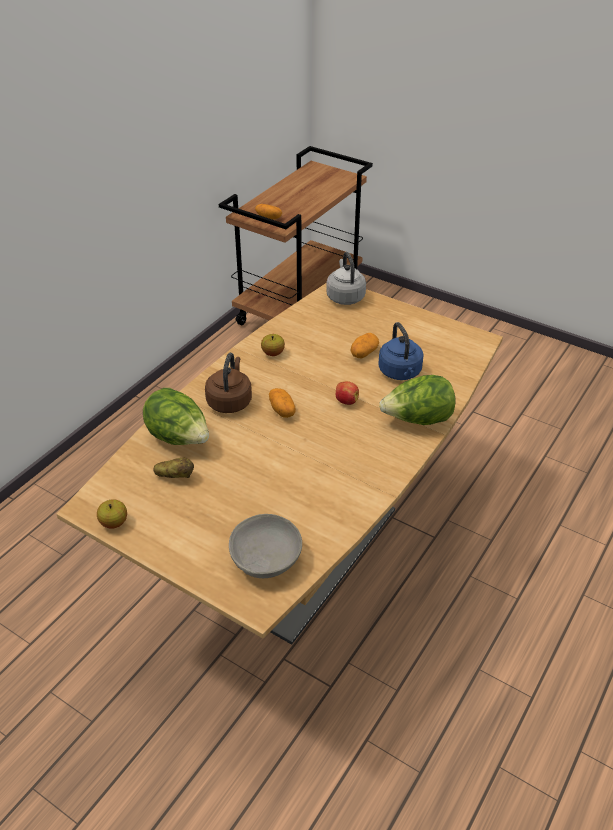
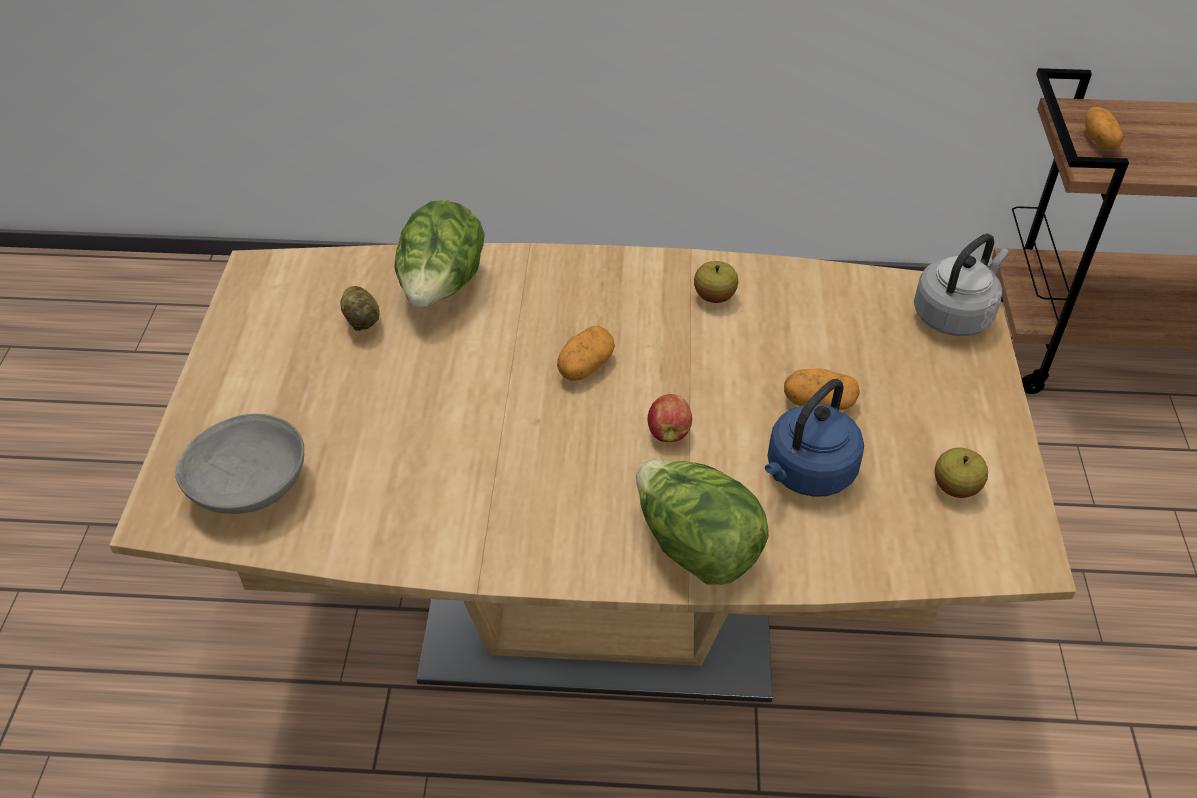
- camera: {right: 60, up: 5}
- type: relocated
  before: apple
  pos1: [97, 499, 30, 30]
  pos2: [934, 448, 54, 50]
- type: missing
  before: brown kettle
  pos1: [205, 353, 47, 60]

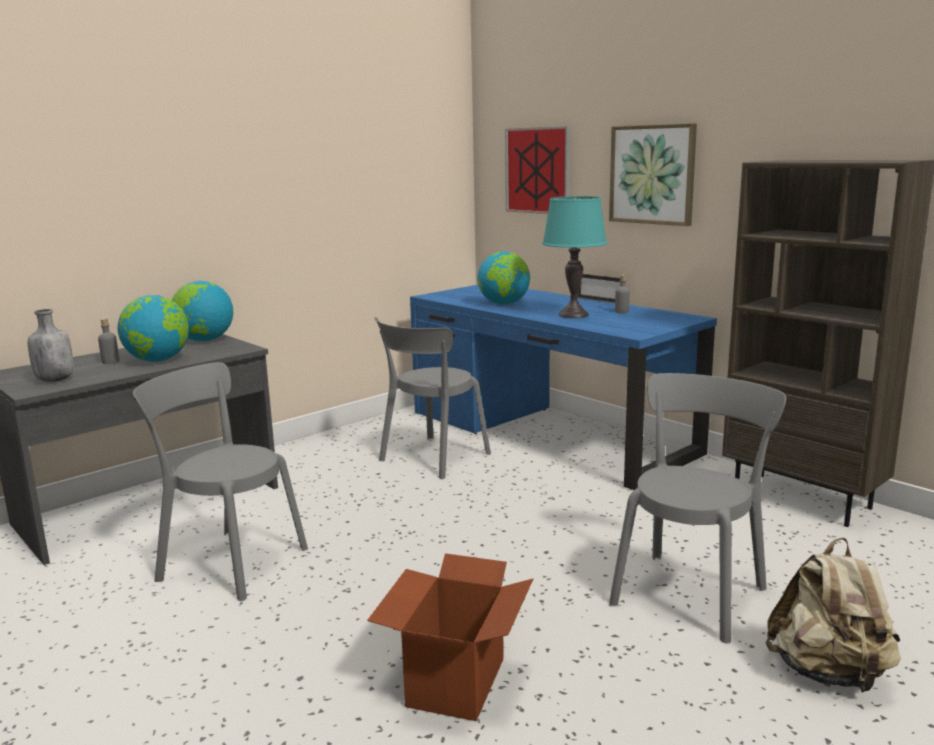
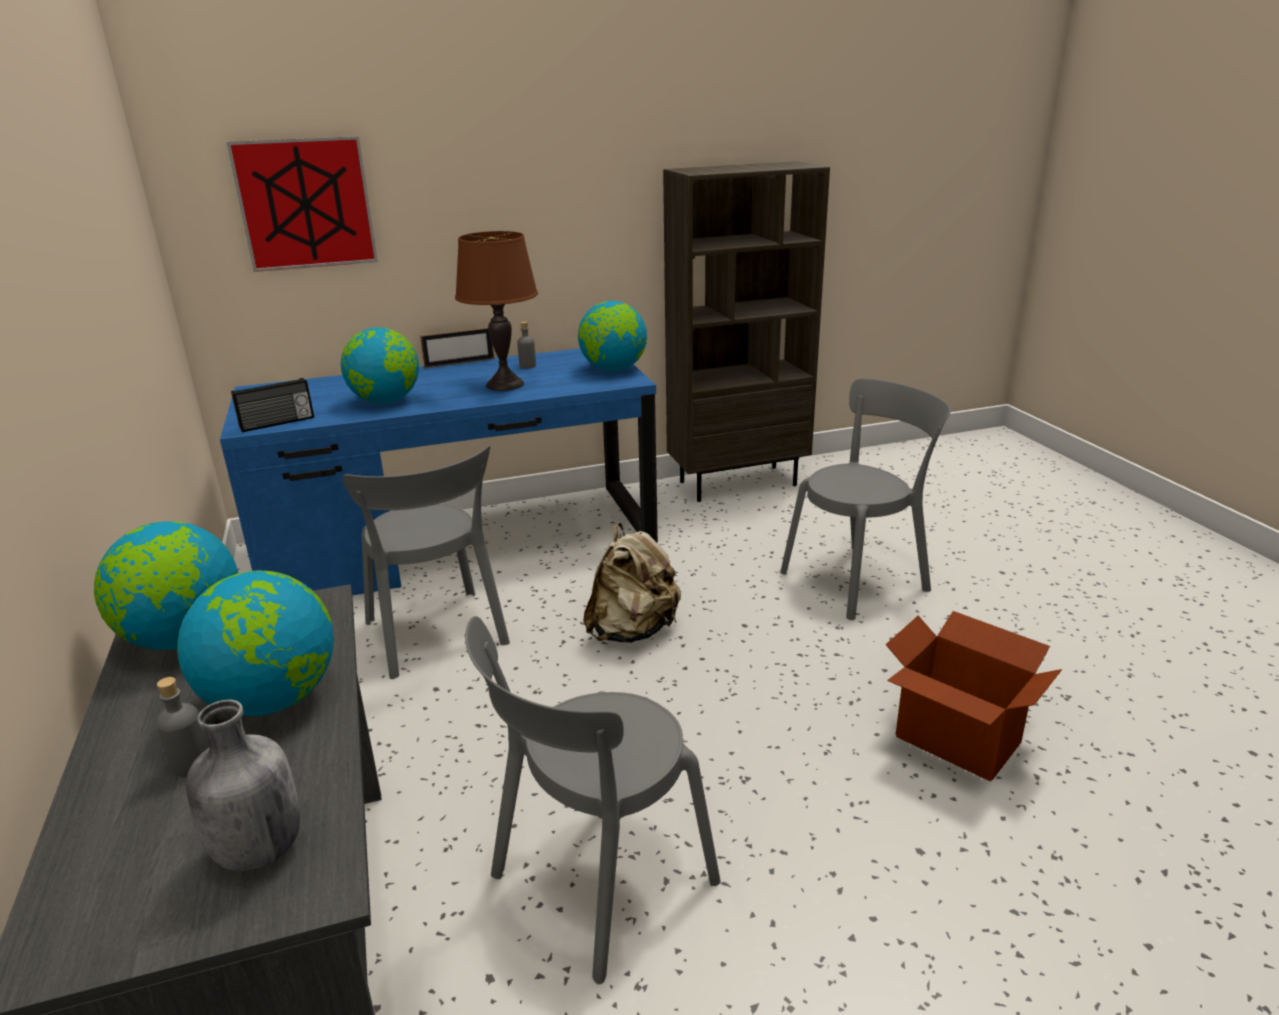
- camera: {right: -65, up: 10}
- type: colour
  before: turquoise table lamp
  after: brown table lamp
  pos1: [542, 196, 65, 122]
  pos2: [455, 231, 83, 160]
- type: missing
  before: picture
  pos1: [609, 123, 88, 103]
- type: spun
  before: grey chair
  pos1: [609, 373, 177, 270]
  pos2: [780, 378, 171, 242]
  turn: 90
- type: relocated
  before: beige backpack
  pos1: [765, 537, 136, 156]
  pos2: [583, 523, 98, 120]
- type: appeared
  after: radio
  pos2: [231, 378, 83, 54]
- type: appeared
  after: globe
  pos2: [578, 301, 69, 70]

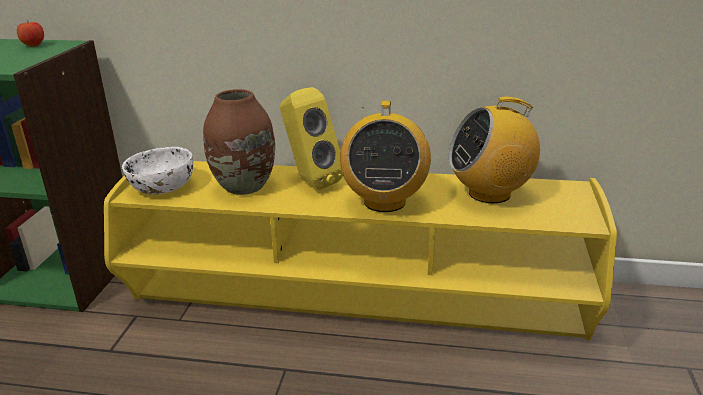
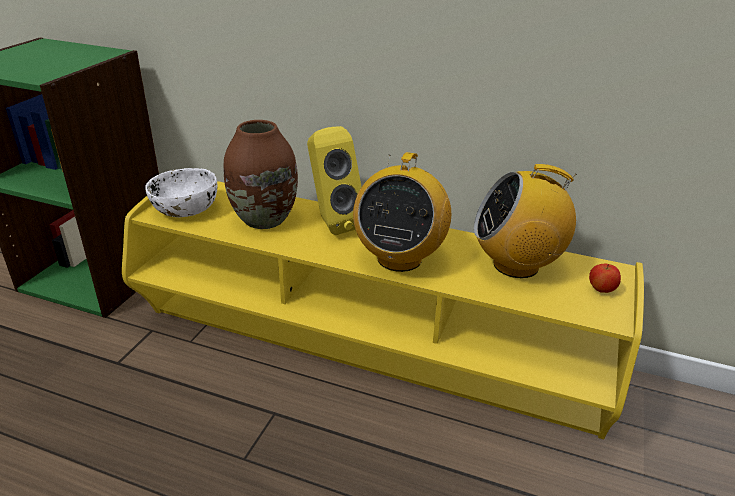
- camera: {right: 10, up: 5}
- type: relocated
  before: apple
  pos1: [17, 20, 27, 27]
  pos2: [589, 264, 32, 29]

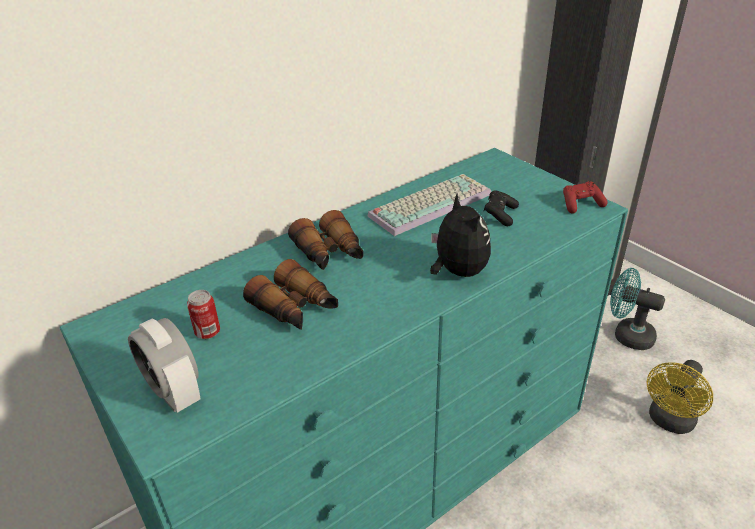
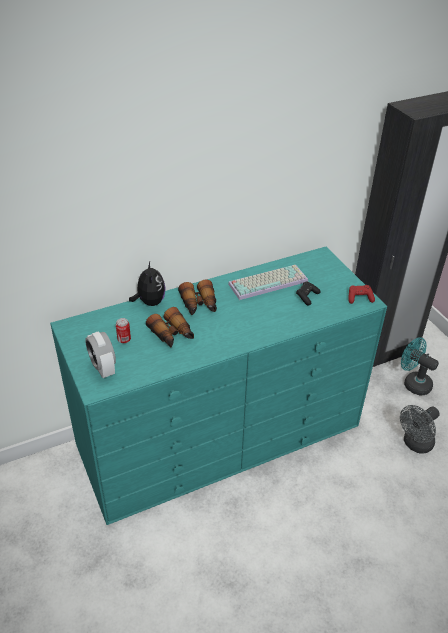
- camera: {right: 10, up: 5}
- type: relocated
  before: plush toy
  pos1: [430, 194, 61, 83]
  pos2: [129, 262, 37, 44]
- type: colour
  before: yellow fan
  after: grey fan
  pos1: [647, 360, 66, 74]
  pos2: [400, 405, 40, 48]

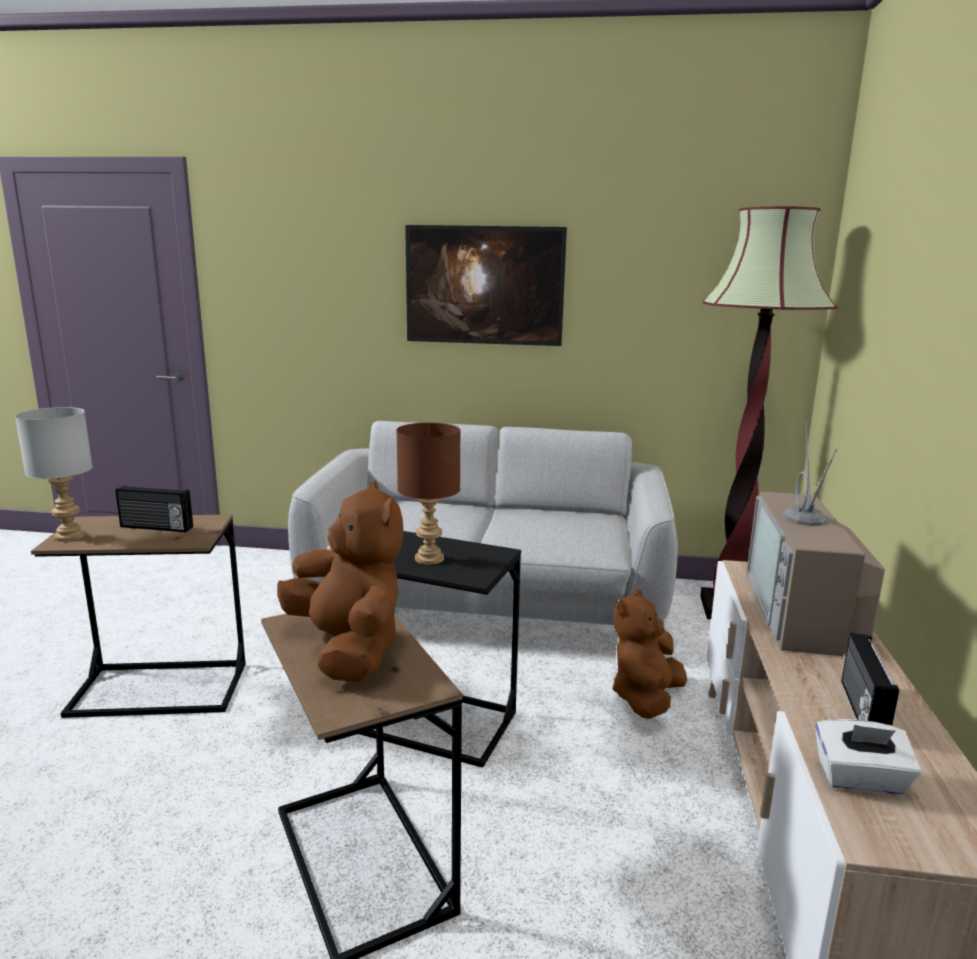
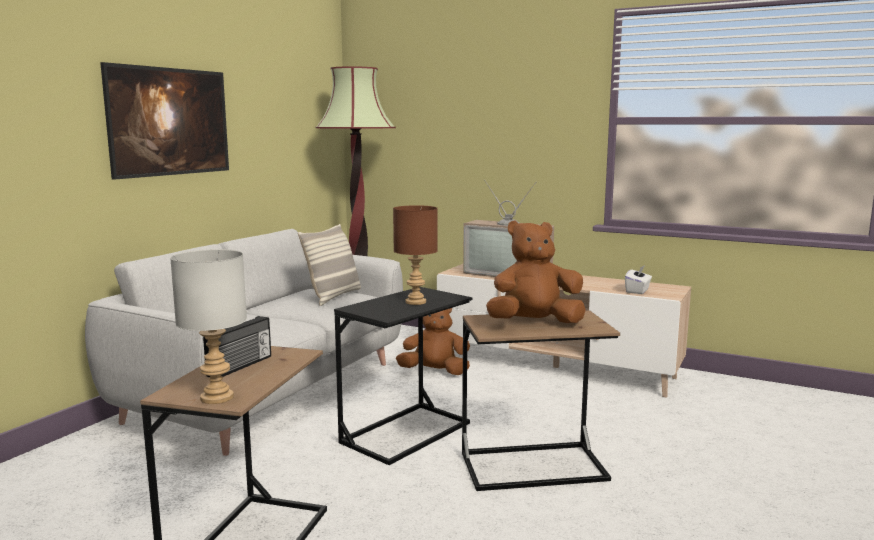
- camera: {right: -70, up: -5}
- type: spun
  before: brown plush toy
  pos1: [612, 589, 75, 130]
  pos2: [396, 308, 74, 67]
  turn: 135
- type: missing
  before: radio
  pos1: [841, 633, 58, 93]
- type: appeared
  after: pillow
  pos2: [298, 224, 63, 82]

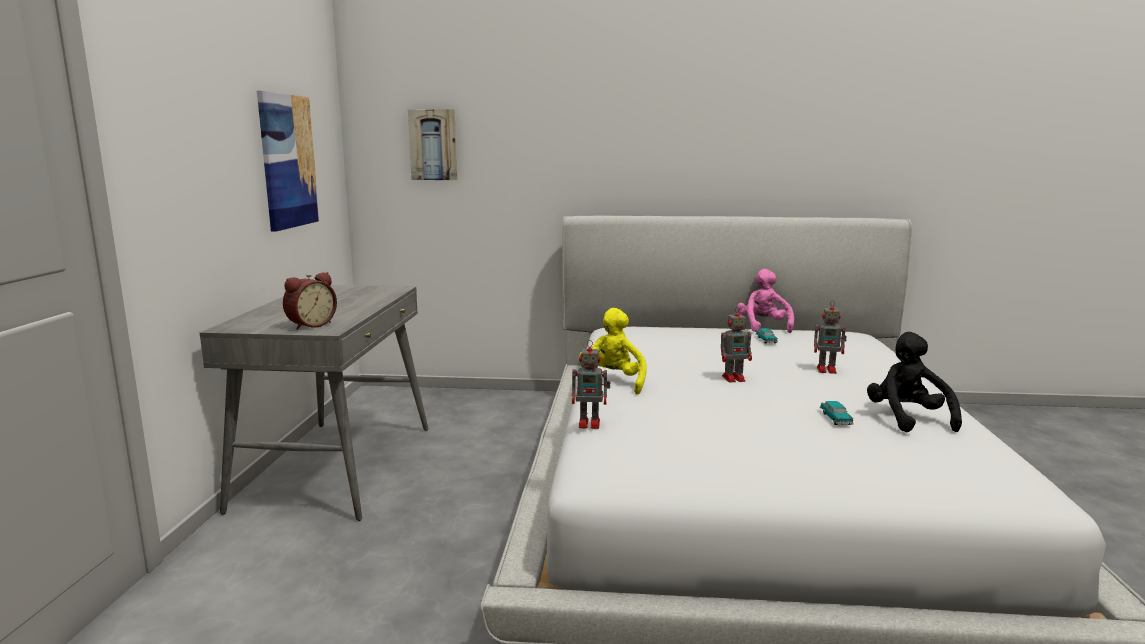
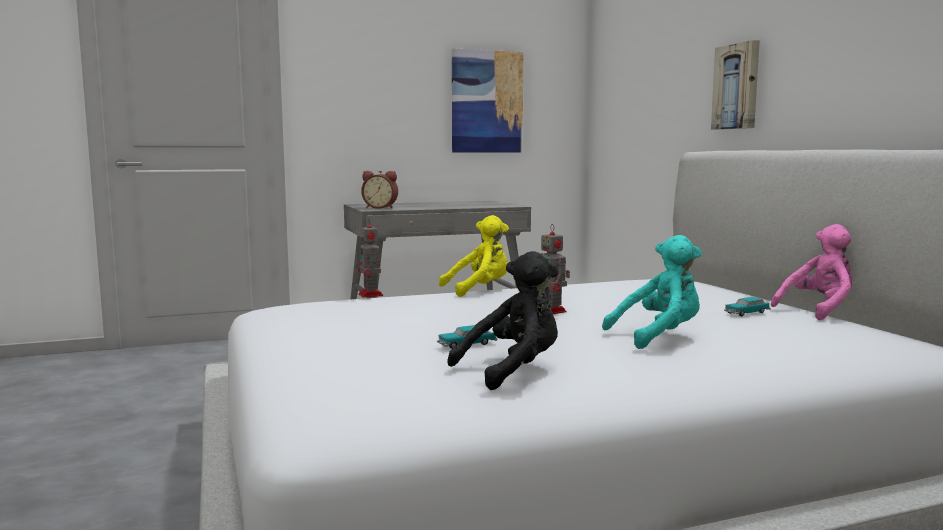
- camera: {right: 65, up: -5}
- type: relocated
  before: picture
  pos1: [408, 109, 49, 71]
  pos2: [711, 40, 49, 90]
- type: exchanged
  before: toy robot
  after: turquoise plush toy
  pos1: [814, 300, 33, 74]
  pos2: [602, 235, 100, 114]

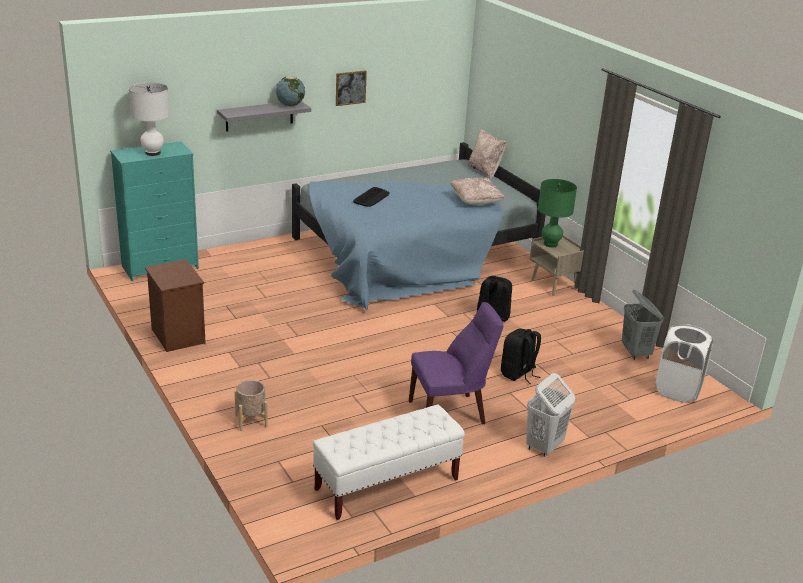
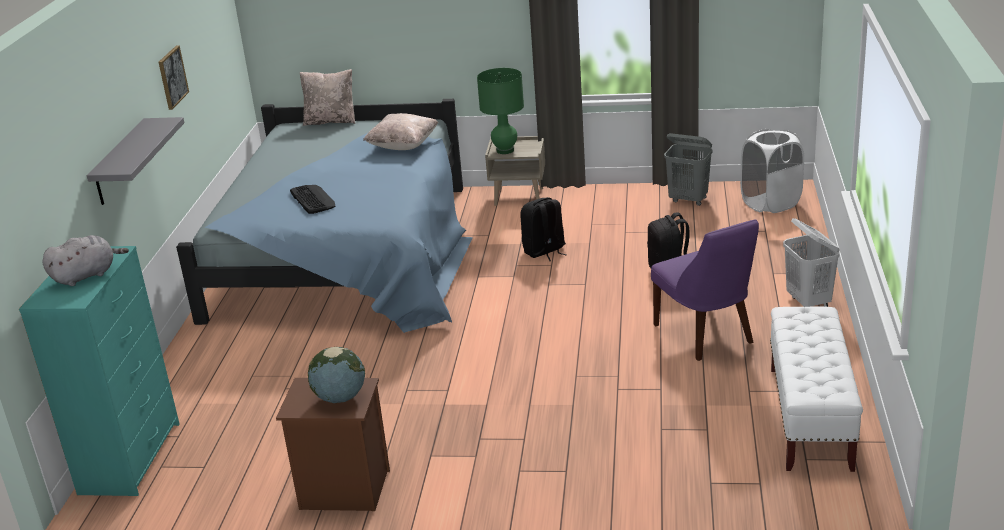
- camera: {right: -50, up: 0}
- type: exchanged
  before: white table lamp
  after: grey plush toy
  pos1: [129, 82, 41, 74]
  pos2: [42, 235, 87, 51]
- type: missing
  before: beige planter
  pos1: [235, 380, 33, 51]
- type: relocated
  before: globe
  pos1: [276, 76, 29, 30]
  pos2: [308, 347, 57, 56]
- type: spun
  before: purple chair
  pos1: [409, 302, 94, 122]
  pos2: [651, 220, 108, 141]
  turn: 135

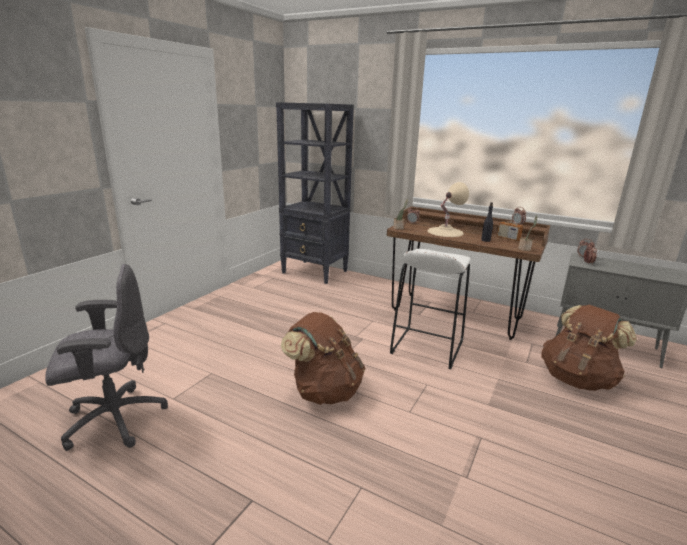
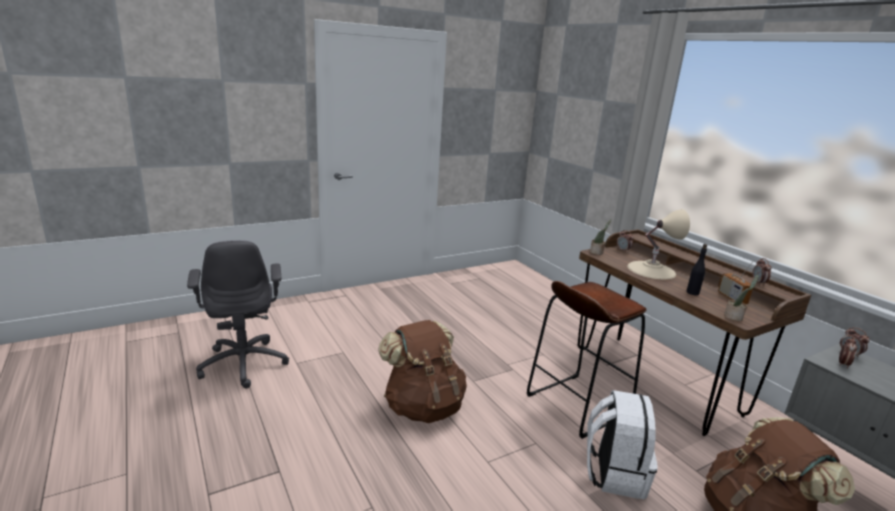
- camera: {right: 30, up: 0}
- type: spun
  before: grey office chair
  pos1: [45, 264, 123, 187]
  pos2: [187, 240, 102, 148]
  turn: 60
- type: missing
  before: black bookcase
  pos1: [276, 102, 78, 182]
- type: colour
  before: white stool
  after: brown stool
  pos1: [390, 249, 81, 120]
  pos2: [526, 281, 121, 158]
- type: appeared
  after: white backpack
  pos2: [587, 390, 70, 109]

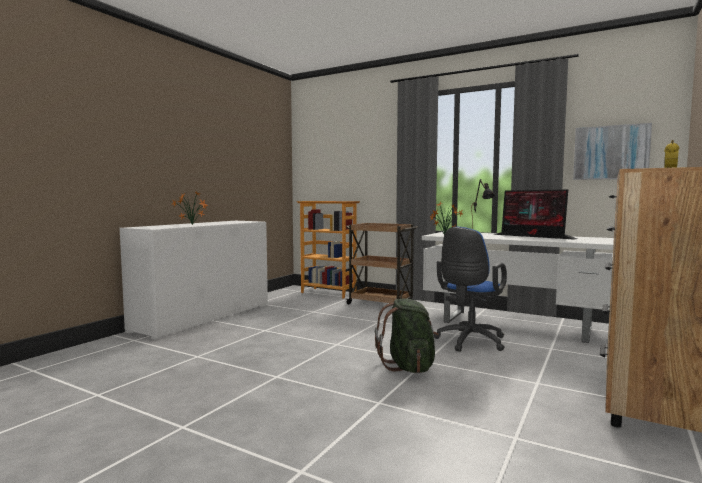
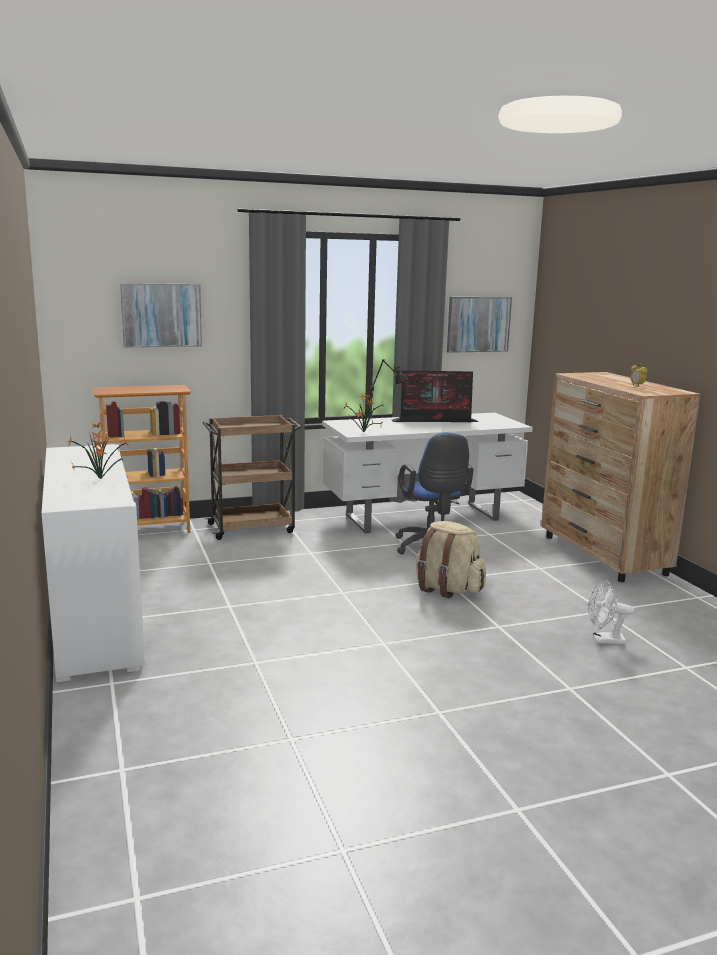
- camera: {right: -50, up: 10}
- type: colour
  before: green backpack
  after: beige backpack
  pos1: [375, 298, 64, 75]
  pos2: [416, 521, 70, 77]
- type: appeared
  after: picture
  pos2: [120, 283, 82, 65]
- type: appeared
  after: white fan
  pos2: [588, 580, 47, 64]

